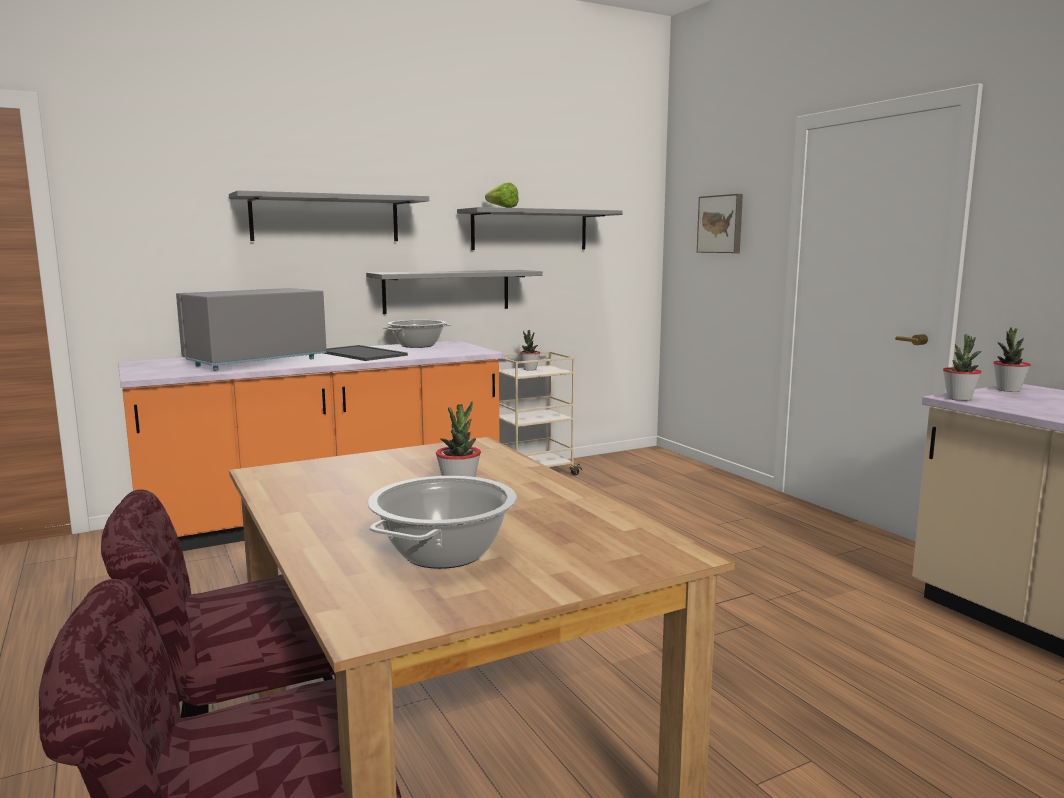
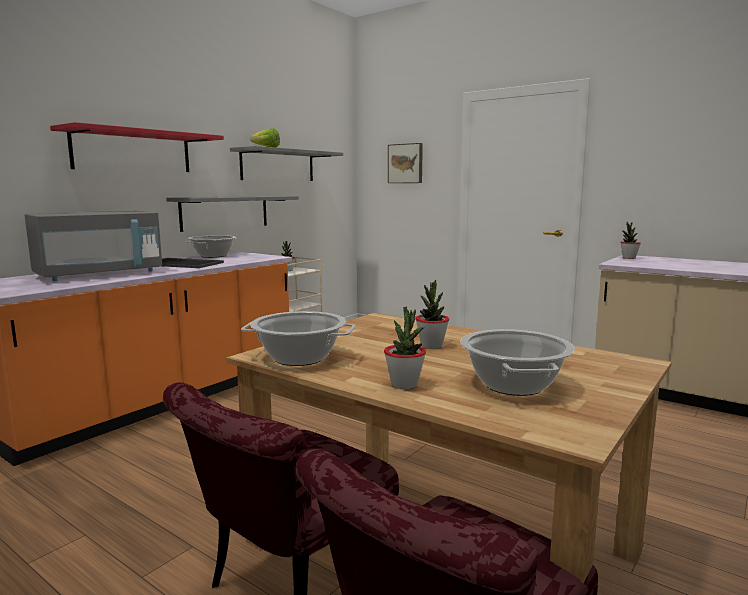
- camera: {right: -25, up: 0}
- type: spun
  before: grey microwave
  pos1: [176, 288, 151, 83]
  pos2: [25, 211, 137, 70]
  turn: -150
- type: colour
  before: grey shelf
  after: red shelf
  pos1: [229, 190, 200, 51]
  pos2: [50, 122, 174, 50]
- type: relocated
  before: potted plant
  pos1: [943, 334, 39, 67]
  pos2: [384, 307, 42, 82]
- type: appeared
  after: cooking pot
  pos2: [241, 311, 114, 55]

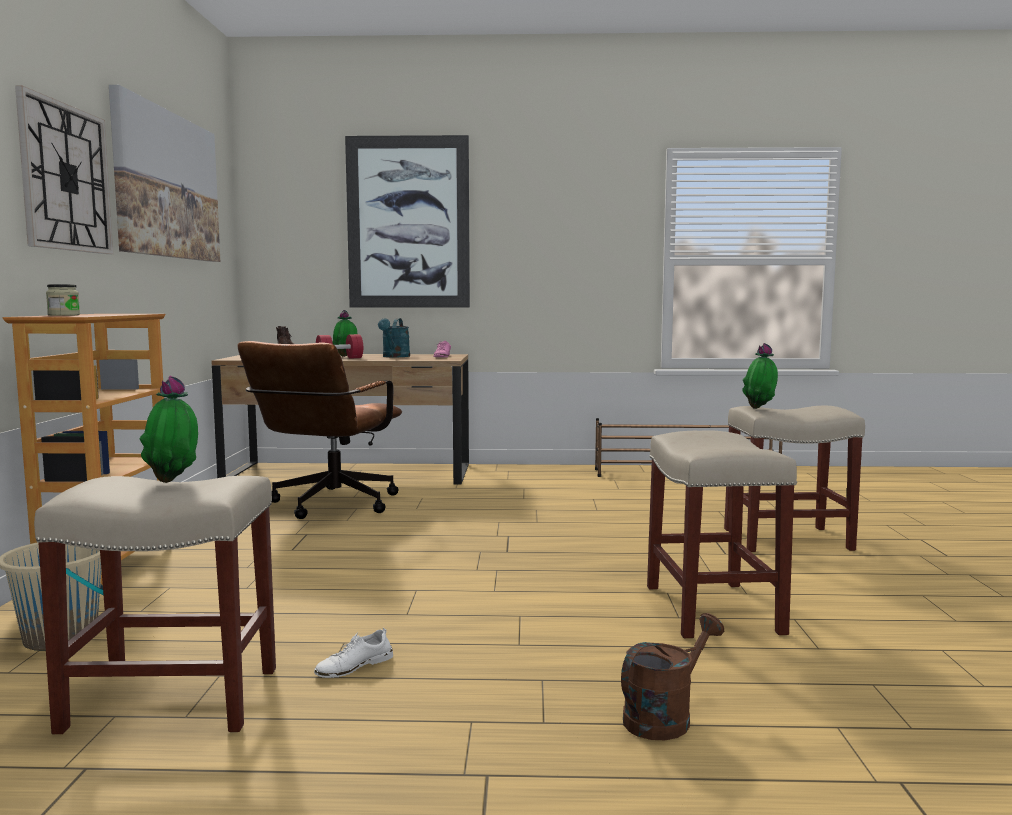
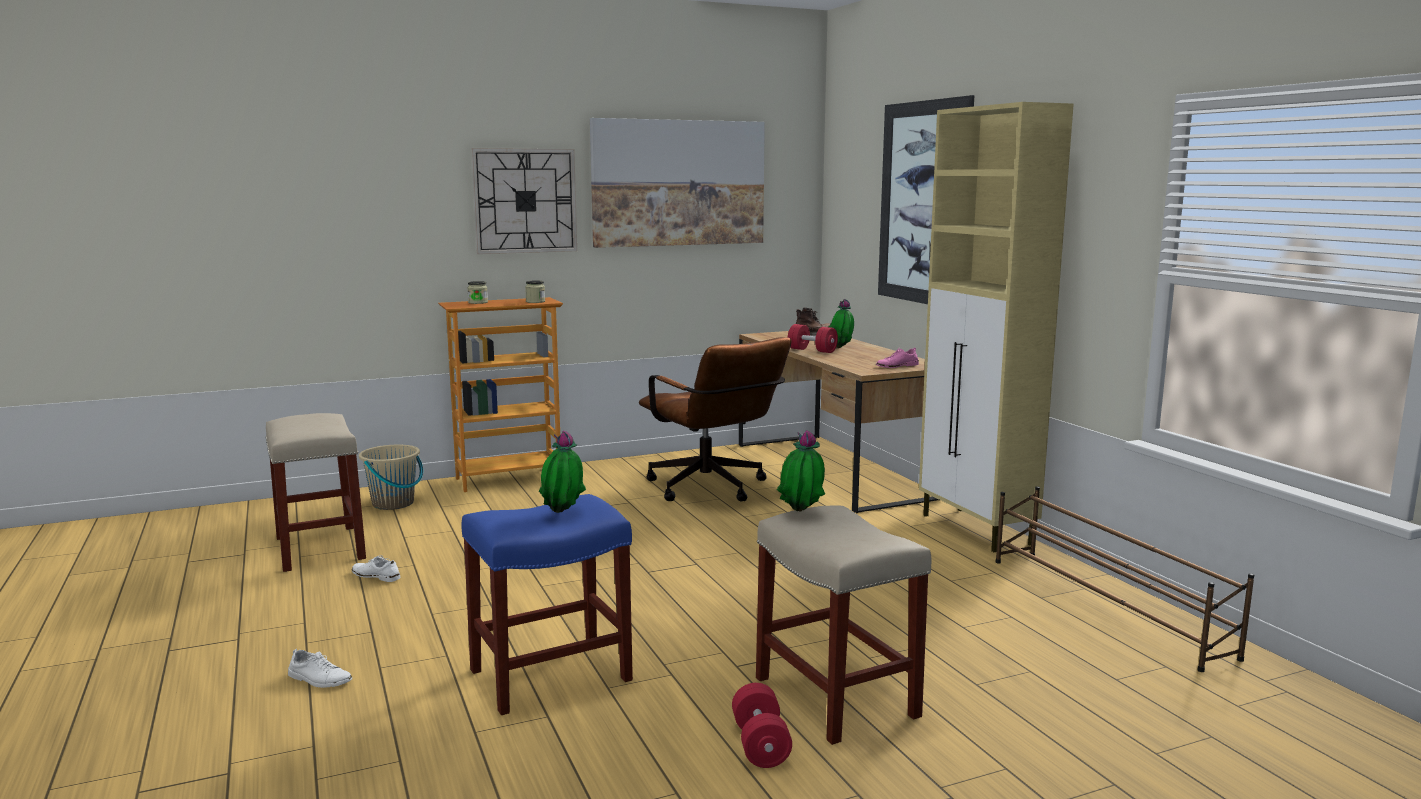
- camera: {right: 65, up: 5}
- type: relocated
  before: potted plant
  pos1: [140, 376, 58, 107]
  pos2: [539, 431, 47, 82]
- type: spun
  before: brown office chair
  pos1: [237, 341, 165, 178]
  pos2: [639, 337, 153, 164]
  turn: -120
- type: missing
  before: turquoise watering can
  pos1: [378, 318, 32, 39]
- type: exchanged
  before: brown watering can
  after: white shoe
  pos1: [621, 613, 103, 127]
  pos2: [288, 649, 64, 39]
- type: colour
  before: beige stool
  after: blue stool
  pos1: [647, 430, 150, 208]
  pos2: [461, 494, 172, 221]
- type: appeared
  after: jar
  pos2: [525, 280, 20, 23]
- type: appeared
  after: red dumbbell
  pos2: [732, 683, 60, 85]
- type: appeared
  after: beige cabinet
  pos2: [919, 102, 155, 450]

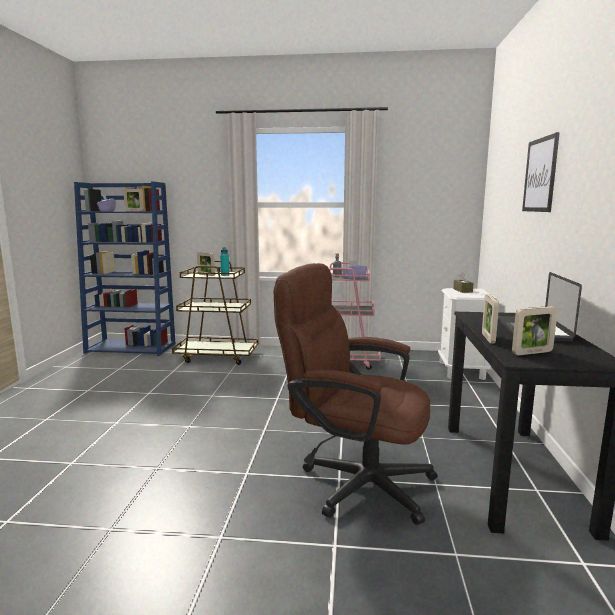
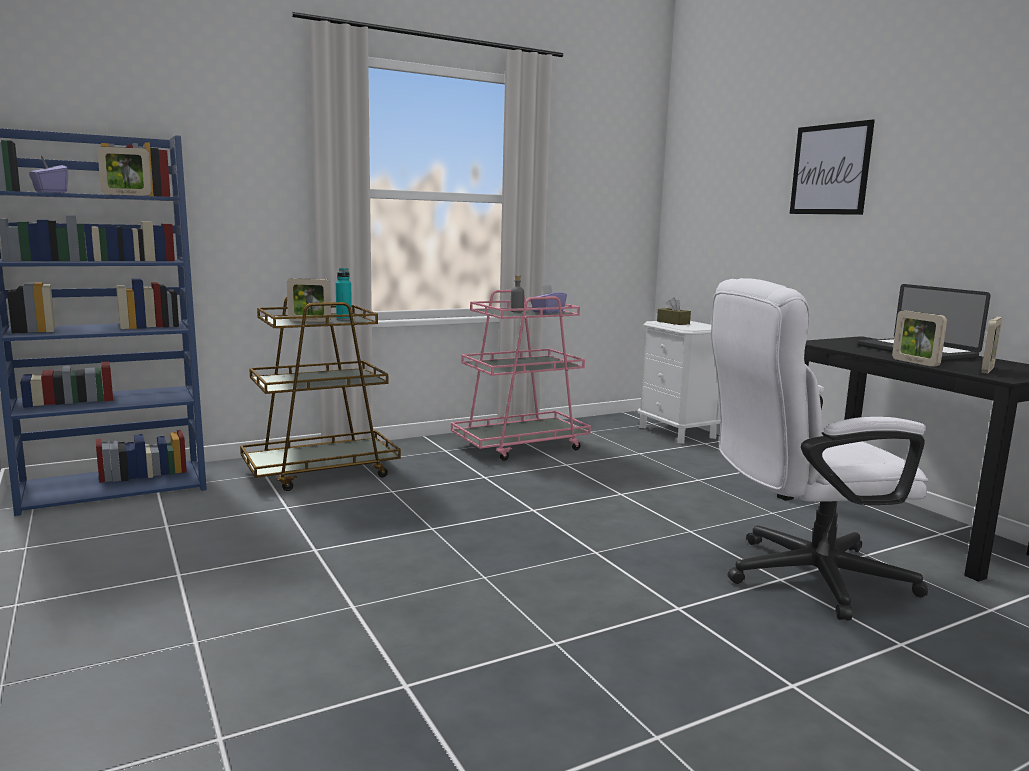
- camera: {right: -35, up: 0}
- type: colour
  before: brown office chair
  after: white office chair
  pos1: [274, 263, 164, 262]
  pos2: [711, 278, 218, 342]

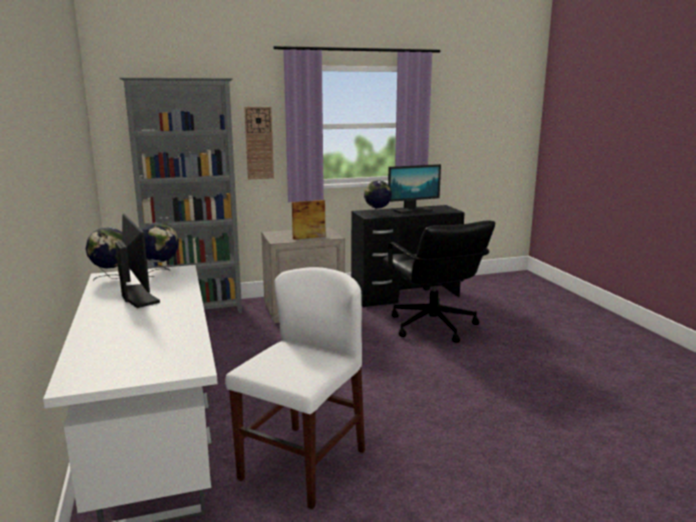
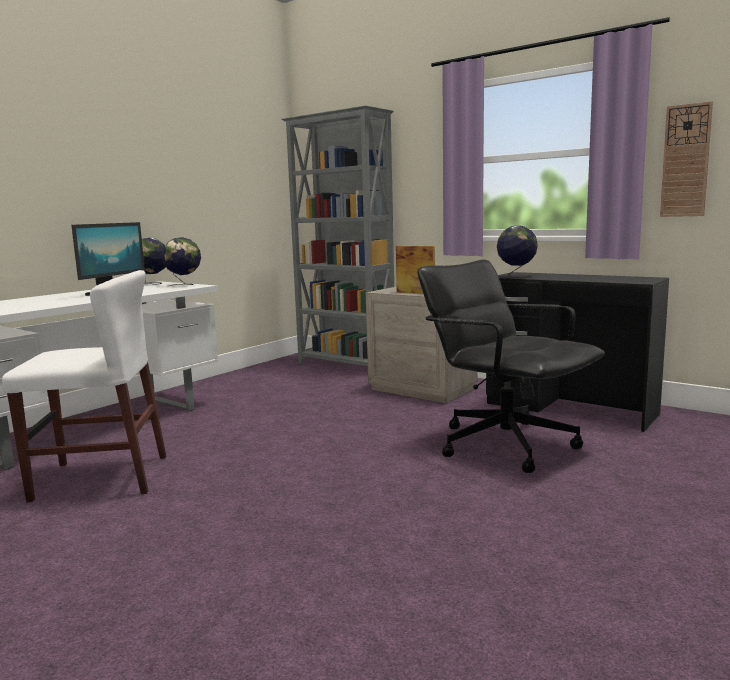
- camera: {right: 55, up: -5}
- type: relocated
  before: wall clock
  pos1: [244, 107, 30, 73]
  pos2: [660, 101, 53, 116]
- type: spun
  before: black office chair
  pos1: [383, 221, 112, 122]
  pos2: [417, 260, 188, 213]
  turn: 105
- type: missing
  before: monitor
  pos1: [388, 164, 53, 50]

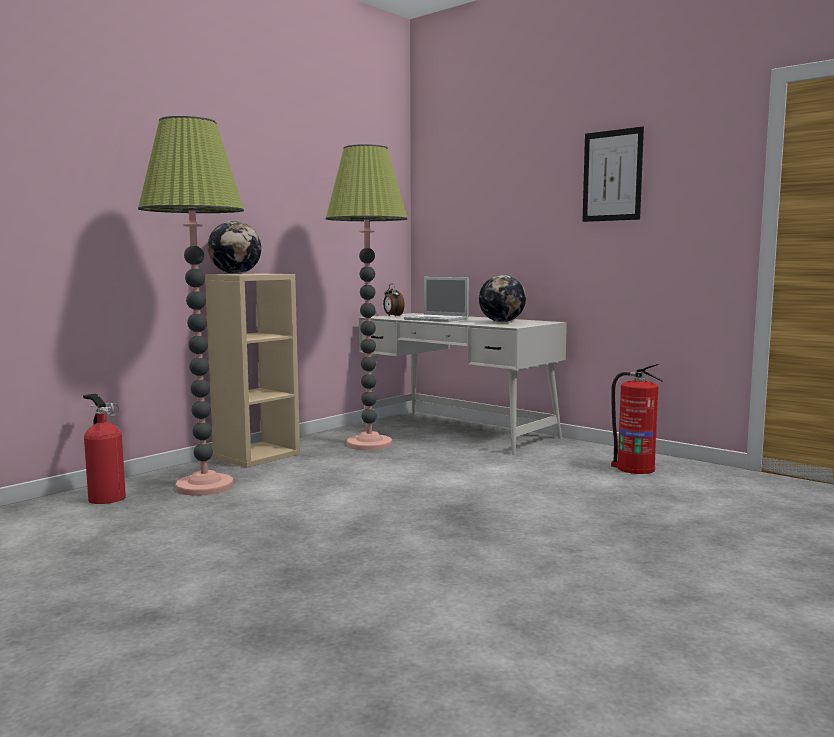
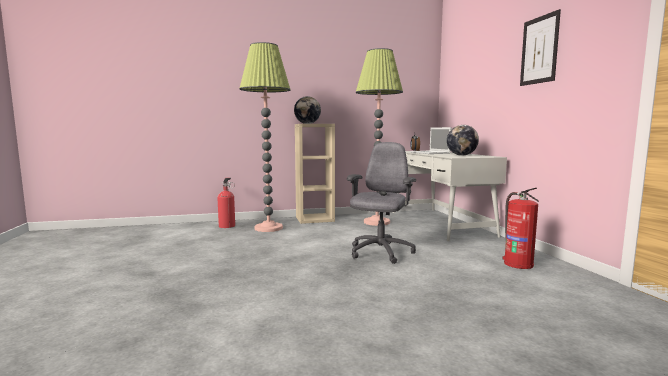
- camera: {right: 35, up: 0}
- type: appeared
  after: grey office chair
  pos2: [347, 142, 69, 122]

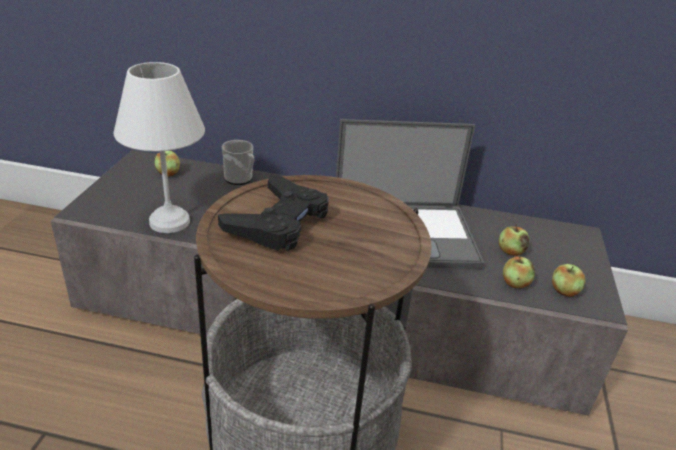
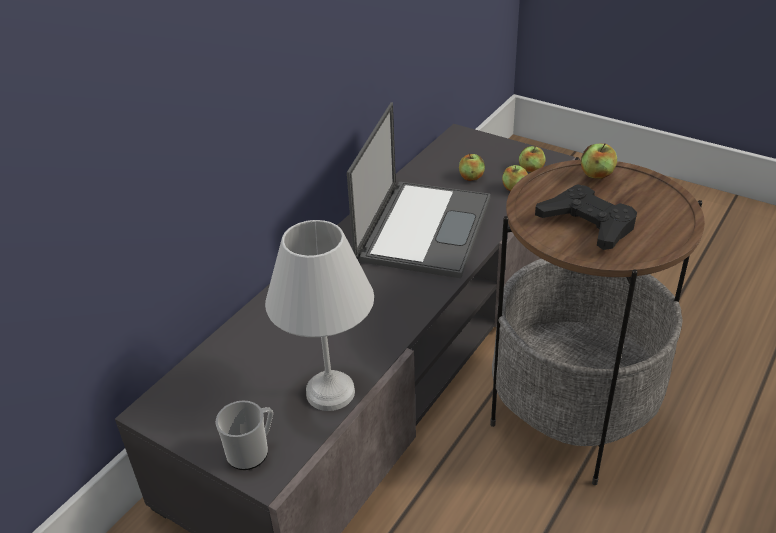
- camera: {right: -65, up: 5}
- type: relocated
  before: apple
  pos1: [155, 151, 25, 26]
  pos2: [581, 143, 36, 36]
- type: relocated
  before: mug
  pos1: [222, 140, 32, 45]
  pos2: [216, 400, 57, 70]

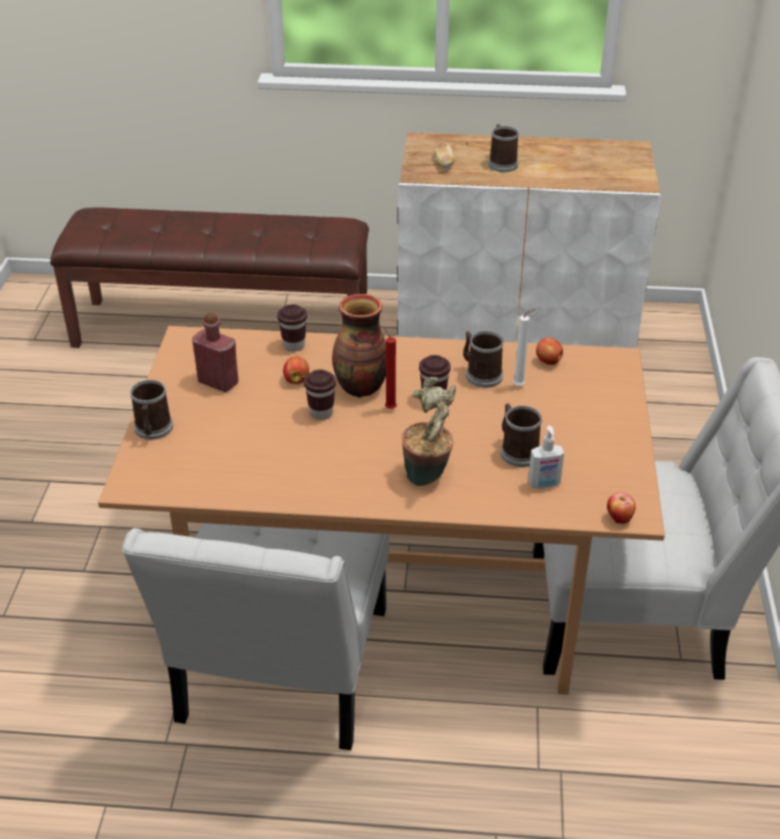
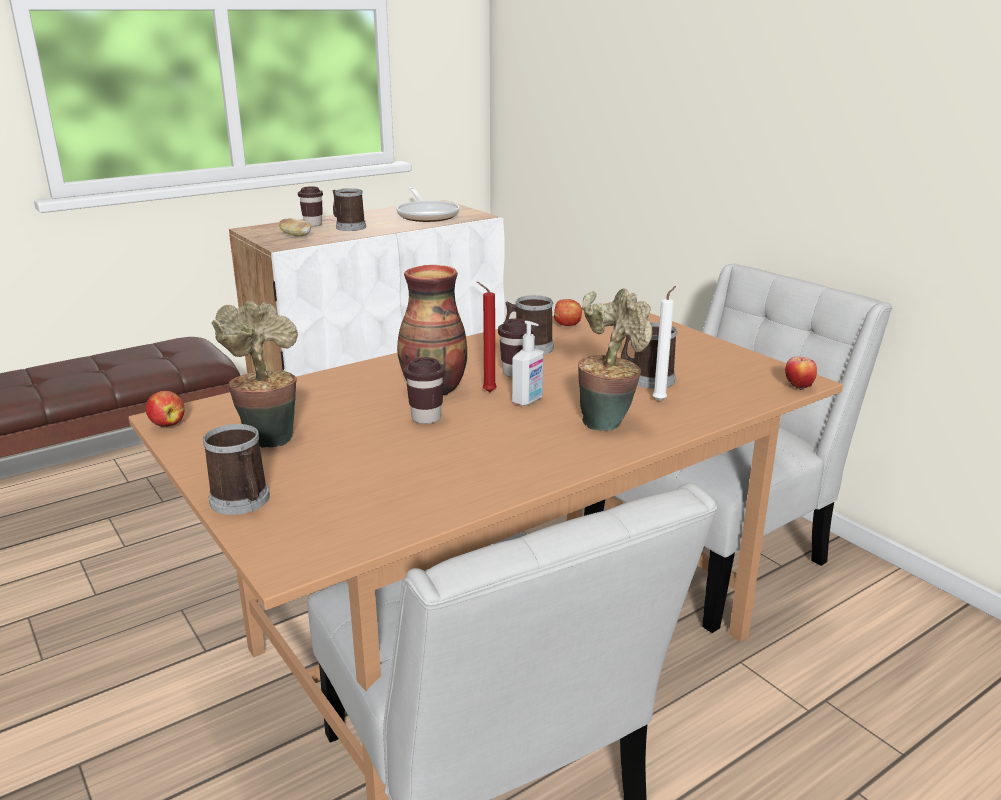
- camera: {right: -40, up: -15}
- type: exchanged
  before: red bottle
  after: potted plant
  pos1: [192, 312, 46, 80]
  pos2: [212, 301, 86, 147]
- type: relocated
  before: brown cup
  pos1: [277, 304, 30, 48]
  pos2: [298, 186, 25, 41]
- type: relocated
  before: apple
  pos1: [283, 356, 26, 28]
  pos2: [146, 391, 39, 36]
- type: relocated
  before: white candle
  pos1: [513, 309, 22, 77]
  pos2: [653, 286, 23, 115]
- type: relocated
  before: soap dispenser
  pos1: [528, 426, 36, 63]
  pos2: [512, 321, 32, 85]
- type: appeared
  after: frying pan
  pos2: [396, 187, 64, 35]

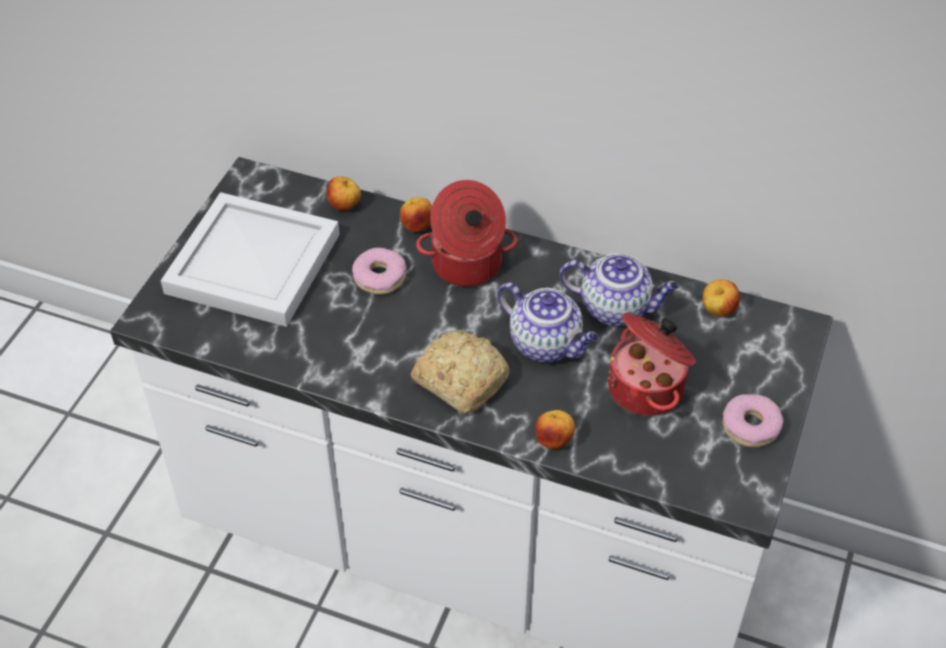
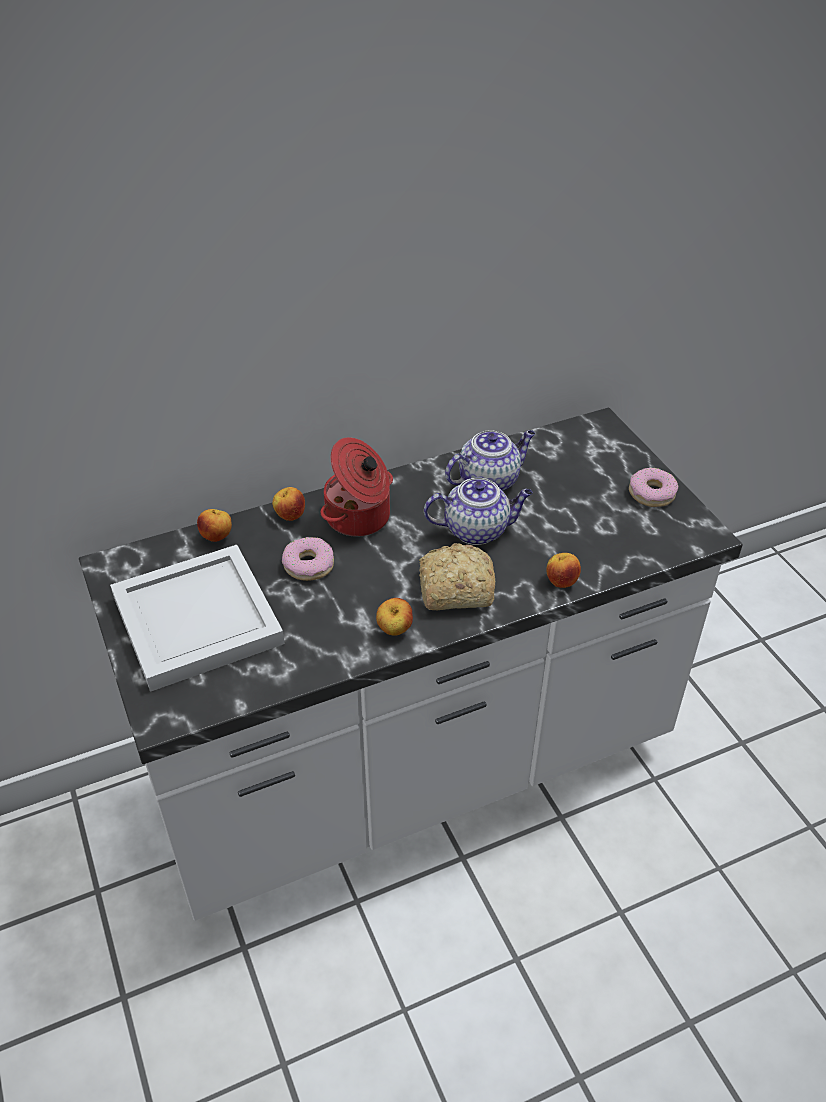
- camera: {right: -45, up: -5}
- type: missing
  before: cooking pot
  pos1: [608, 313, 88, 103]
- type: relocated
  before: apple
  pos1: [703, 279, 37, 38]
  pos2: [376, 598, 37, 38]

